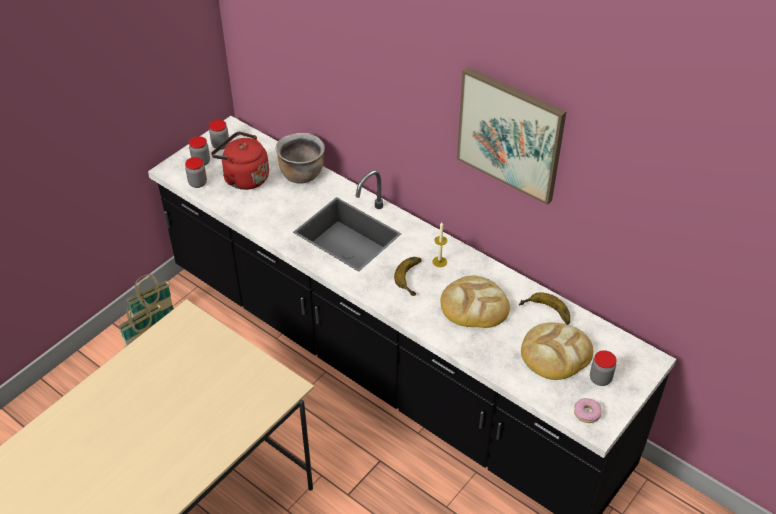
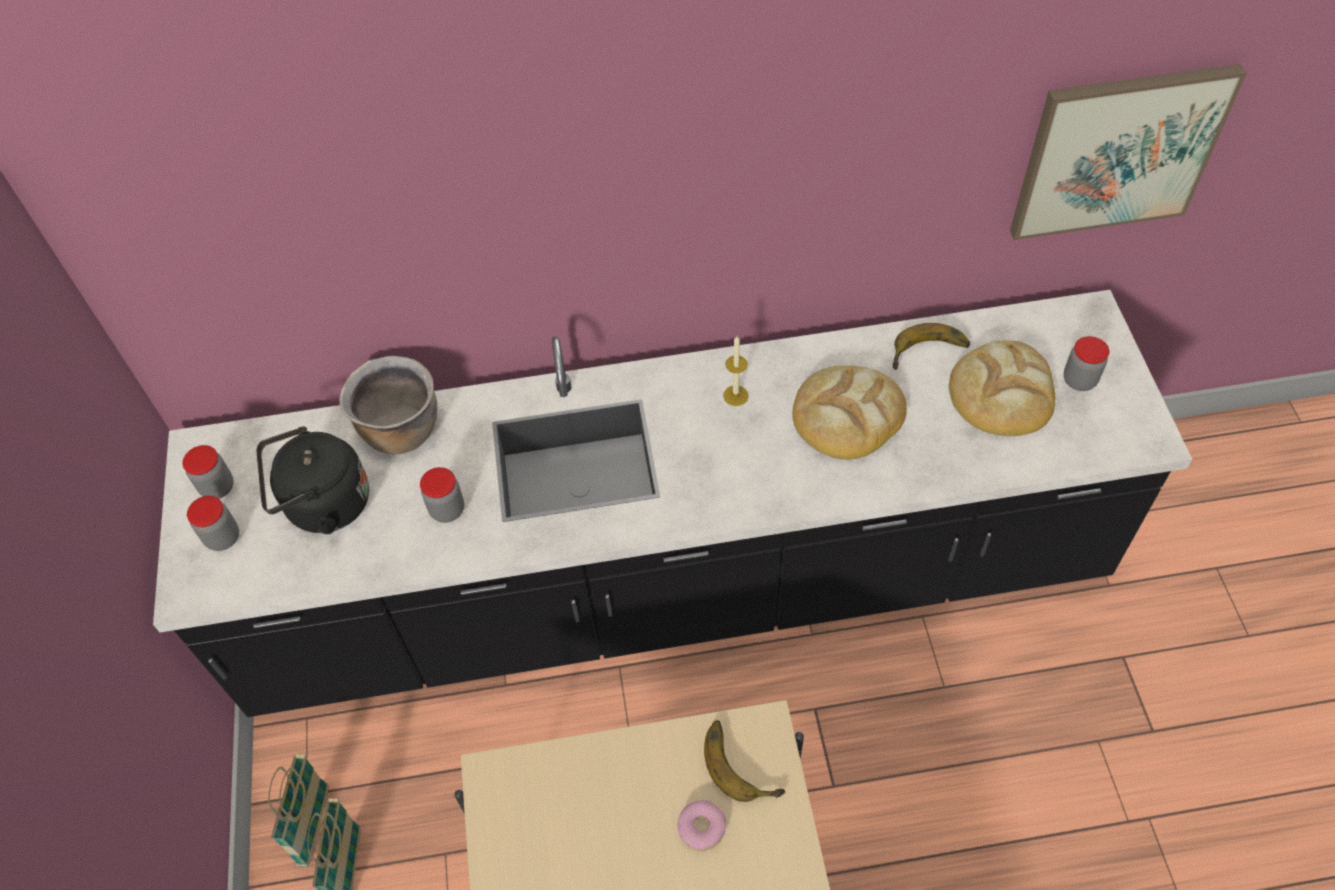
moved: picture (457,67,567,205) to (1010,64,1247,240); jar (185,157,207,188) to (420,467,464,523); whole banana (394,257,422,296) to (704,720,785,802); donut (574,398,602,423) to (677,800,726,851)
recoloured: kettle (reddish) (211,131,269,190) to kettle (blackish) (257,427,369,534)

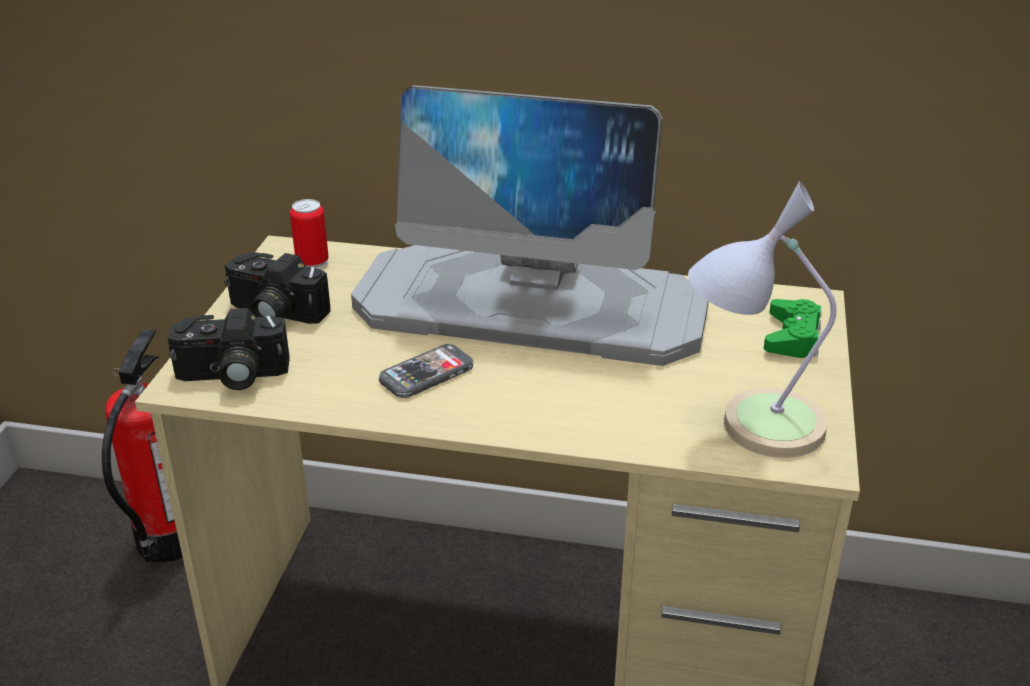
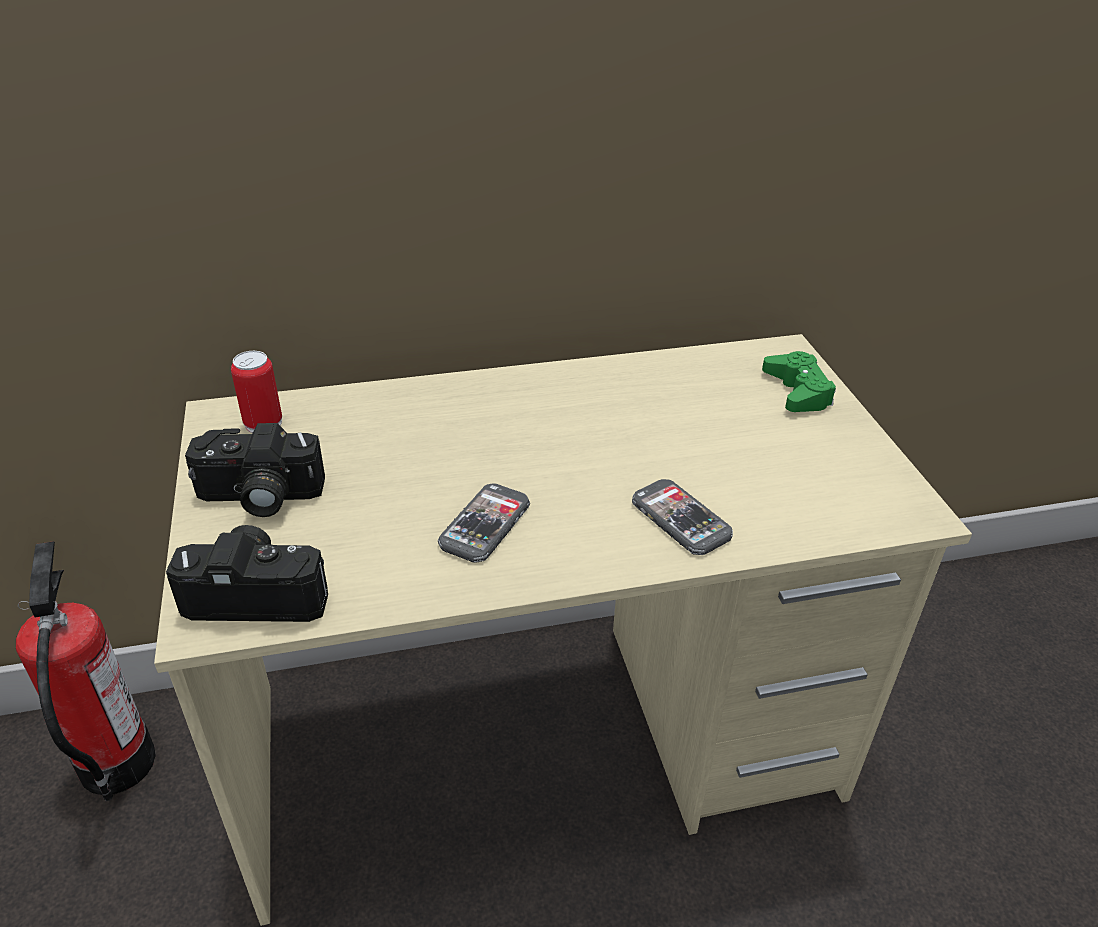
removed: computer display (351,85,709,366); tabletop lamp (688,181,837,458)
added: phone (632,479,733,555)
turned: still camera (168,308,290,390) = (166,525,328,622) 150 degrees counterclockwise

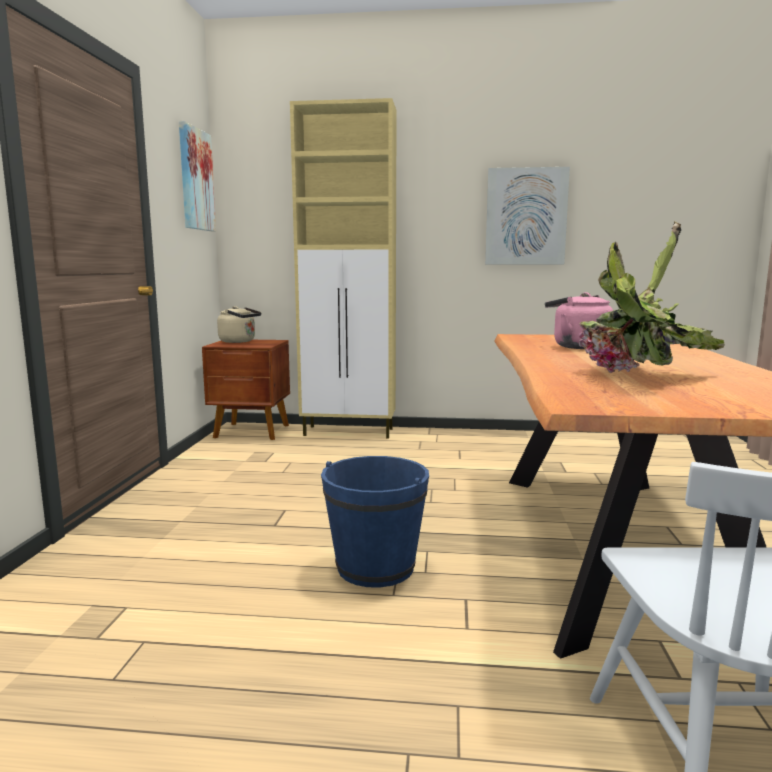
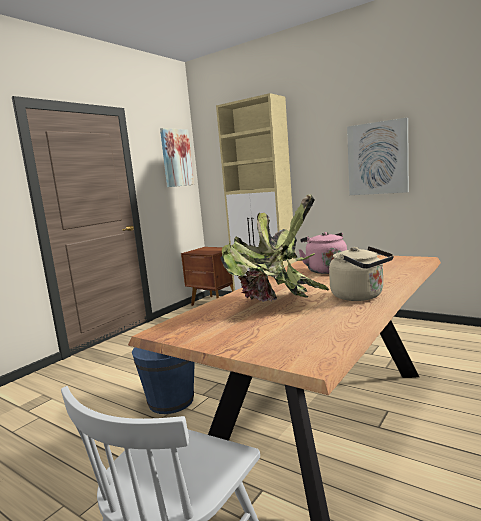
moved: kettle (beige) (217,306,261,343) to (329,246,394,301)

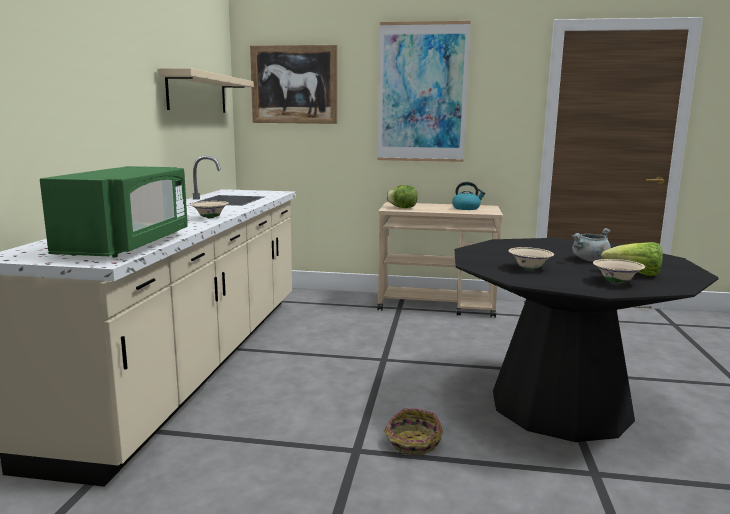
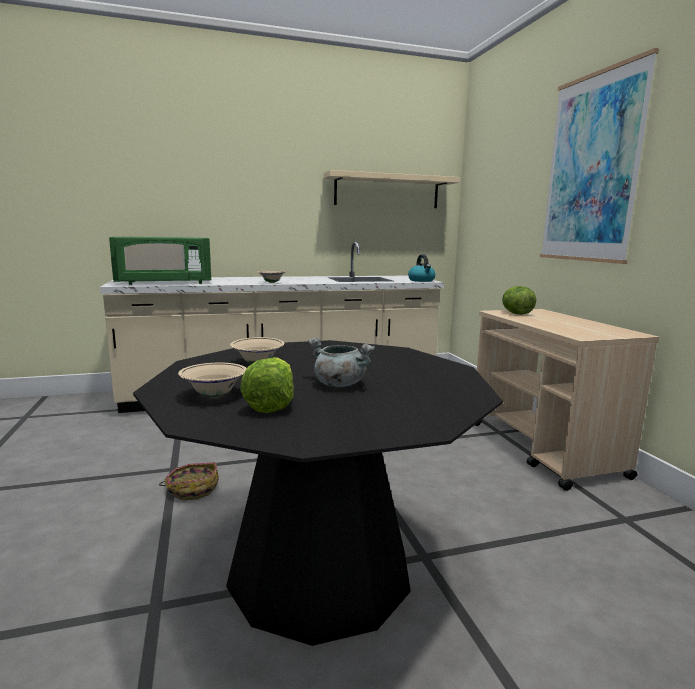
removed: picture (250,45,337,124)
moved: kettle (452,182,486,210) to (408,254,436,282)

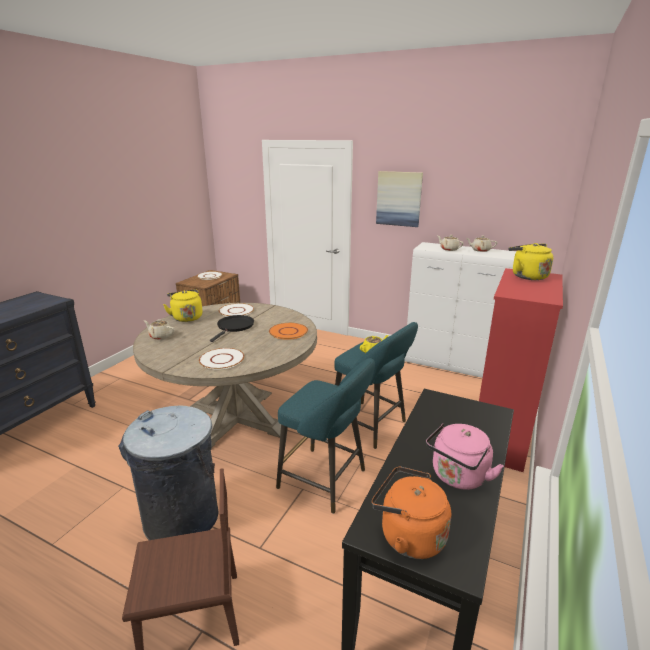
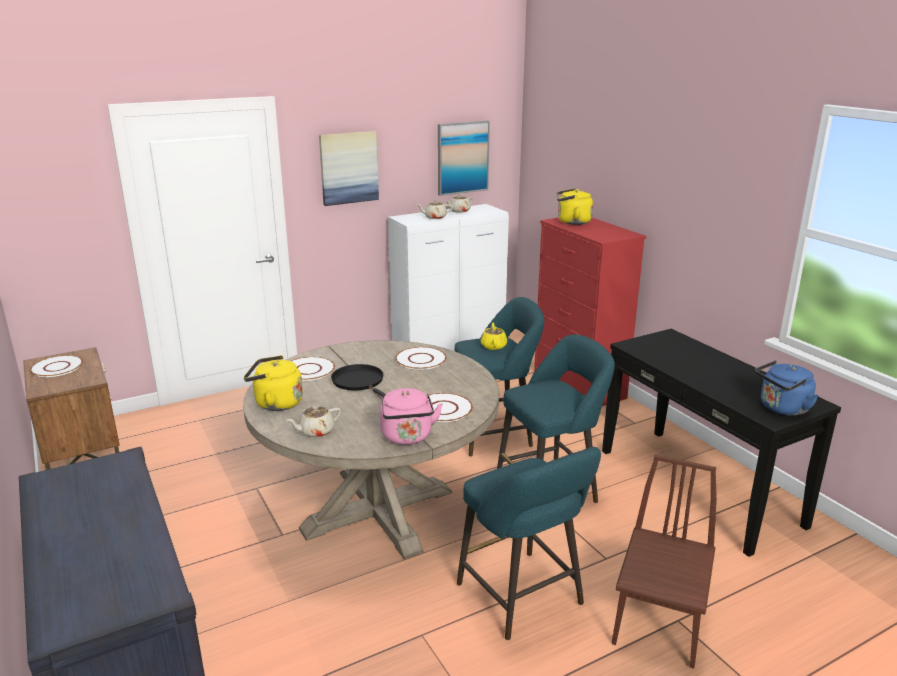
added: picture (438,121,490,196)
moved: kettle (pinkish) (426,423,504,490) to (380,388,443,445)
replaced: trash can (gray) (118,406,219,540) to sitting stool (turquoise) (457,447,601,640)
recoloured: plate (orangey) (269,323,308,340) to plate (white) (395,347,447,370); kettle (orangey) (372,467,451,559) to kettle (blue) (755,360,819,416)

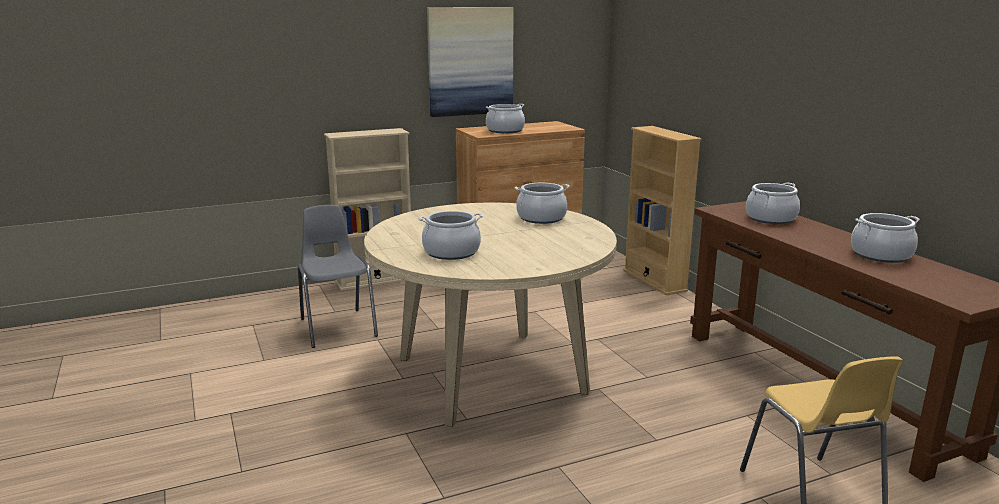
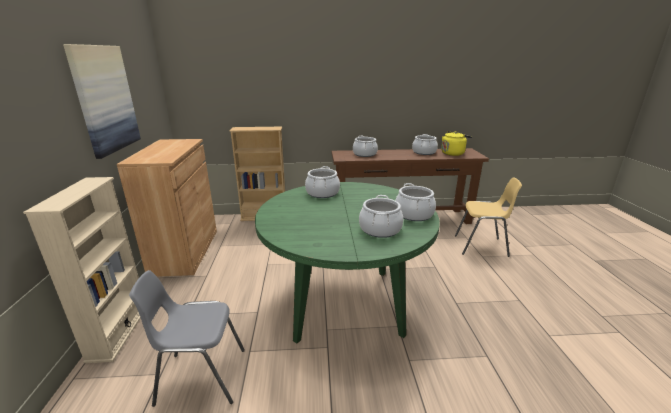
added: kettle (yellowish) (441,131,472,156)
moved: saucepot (486,104,525,133) to (395,183,436,221)
recoloured: dining table (beige) (364,203,617,427) to dining table (greenish) (255,182,440,344)

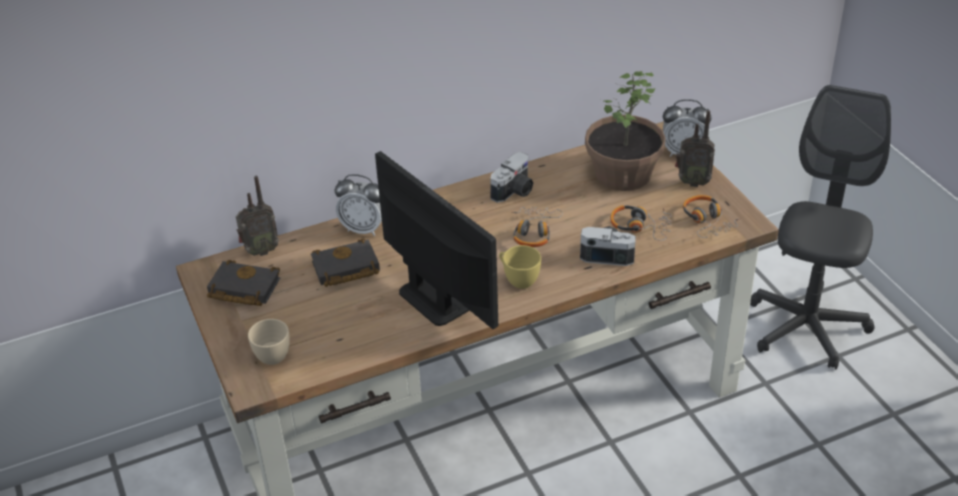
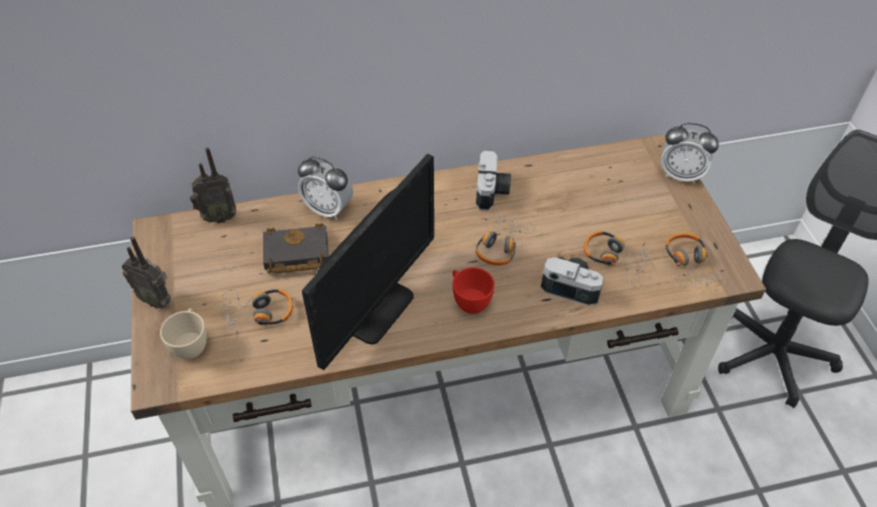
removed: plant in a pot (585,71,665,191); book (blackish) (207,260,280,306)
added: pair of headphones (221,289,293,337)
moved: radio (675,110,715,187) to (121,237,171,309)
recoloured: drinking cup (yellowish) (499,245,541,289) to drinking cup (reddish) (453,267,495,314)
turned: computer display (375,151,498,329) = (302,154,434,370) 60 degrees clockwise; still camera (490,152,533,203) = (476,150,511,211) 45 degrees counterclockwise

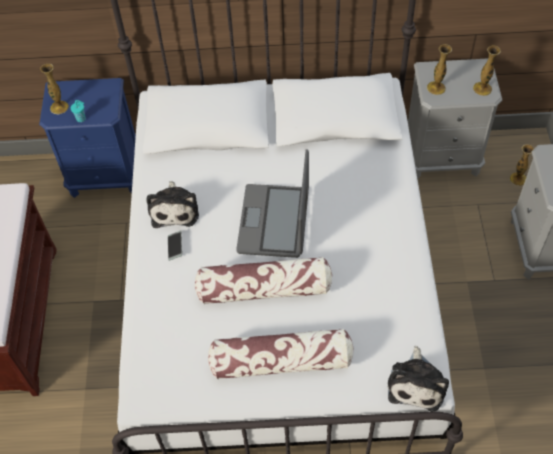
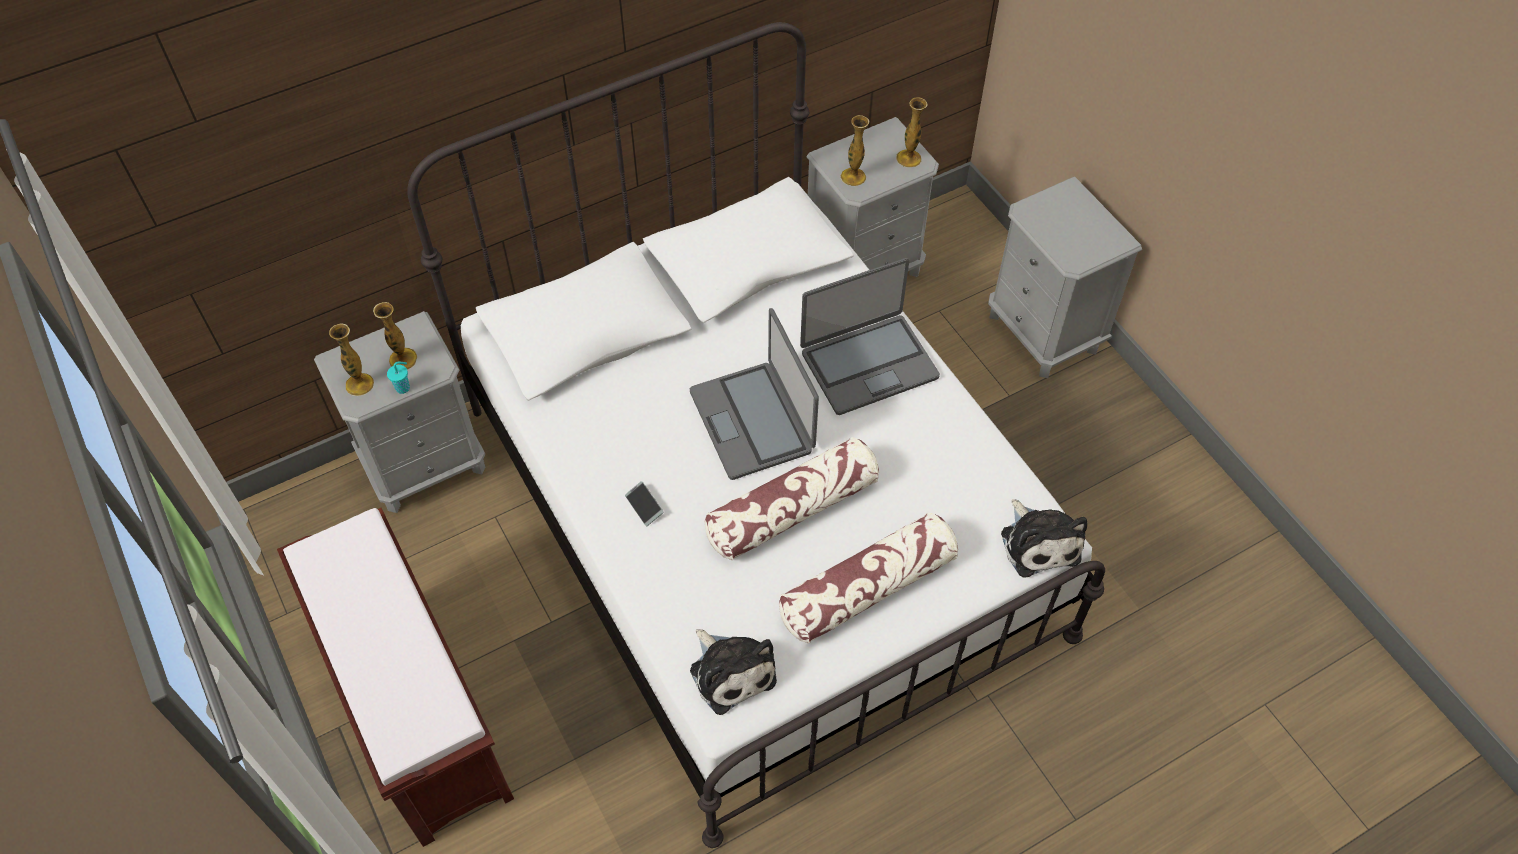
added: notebook computer (800,258,940,415)
moved: vase (510,144,534,186) to (373,302,417,370); plush toy (146,181,199,228) to (690,629,777,715)
recoloured: nightstand (blue) (39,78,136,198) to nightstand (gray) (314,311,485,513)

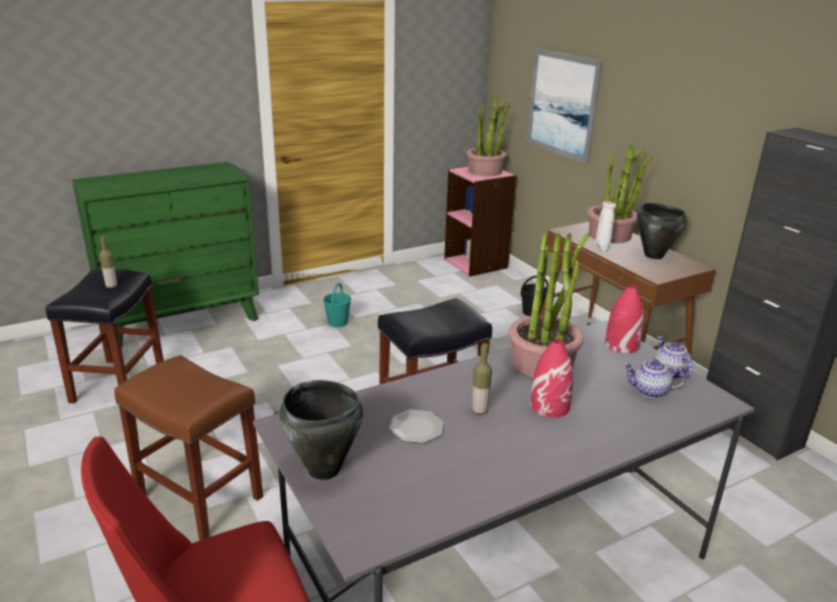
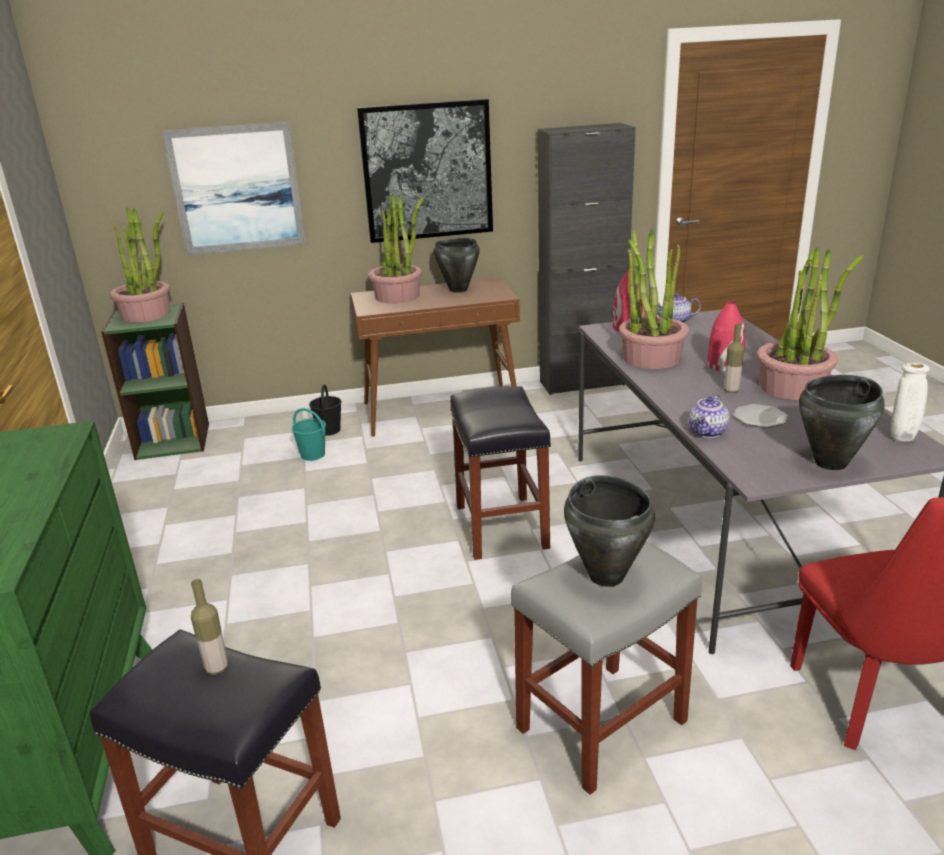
added: picture (357,99,493,243); plant in a pot (757,248,863,400); saucepot (blackish) (564,475,655,587)
moved: vase (white) (596,201,616,251) to (891,363,930,442); bucket (turquoise) (323,283,351,327) to (292,408,326,461); tea pot (623,359,686,398) to (689,394,729,438)
recoloured: bookcase (pinkish) (444,166,516,277) to bookcase (greenish) (101,303,209,460); sitting stool (brown-coloured) (114,355,263,540) to sitting stool (gray) (511,541,702,795)

